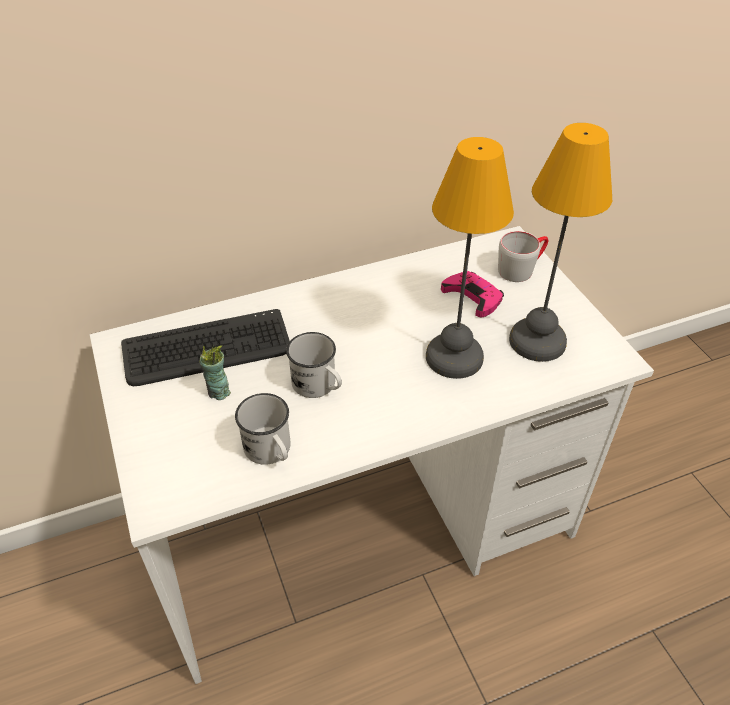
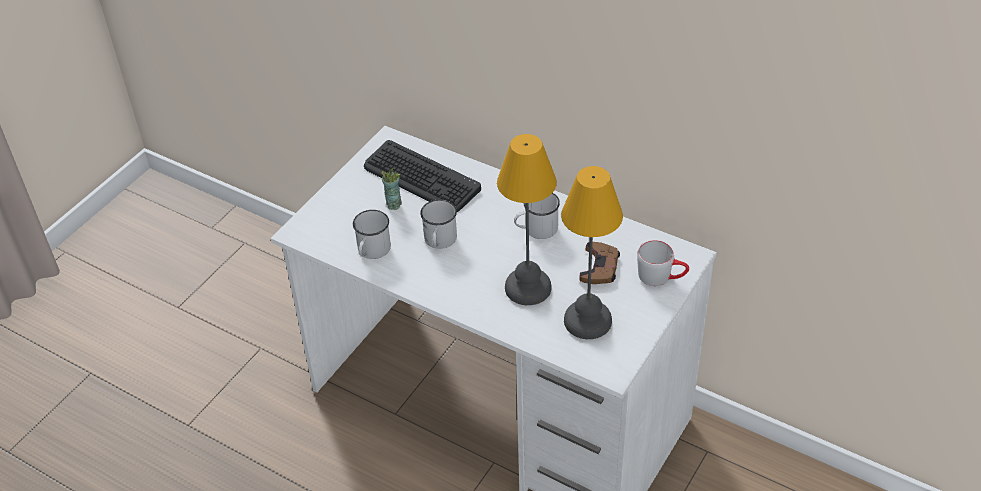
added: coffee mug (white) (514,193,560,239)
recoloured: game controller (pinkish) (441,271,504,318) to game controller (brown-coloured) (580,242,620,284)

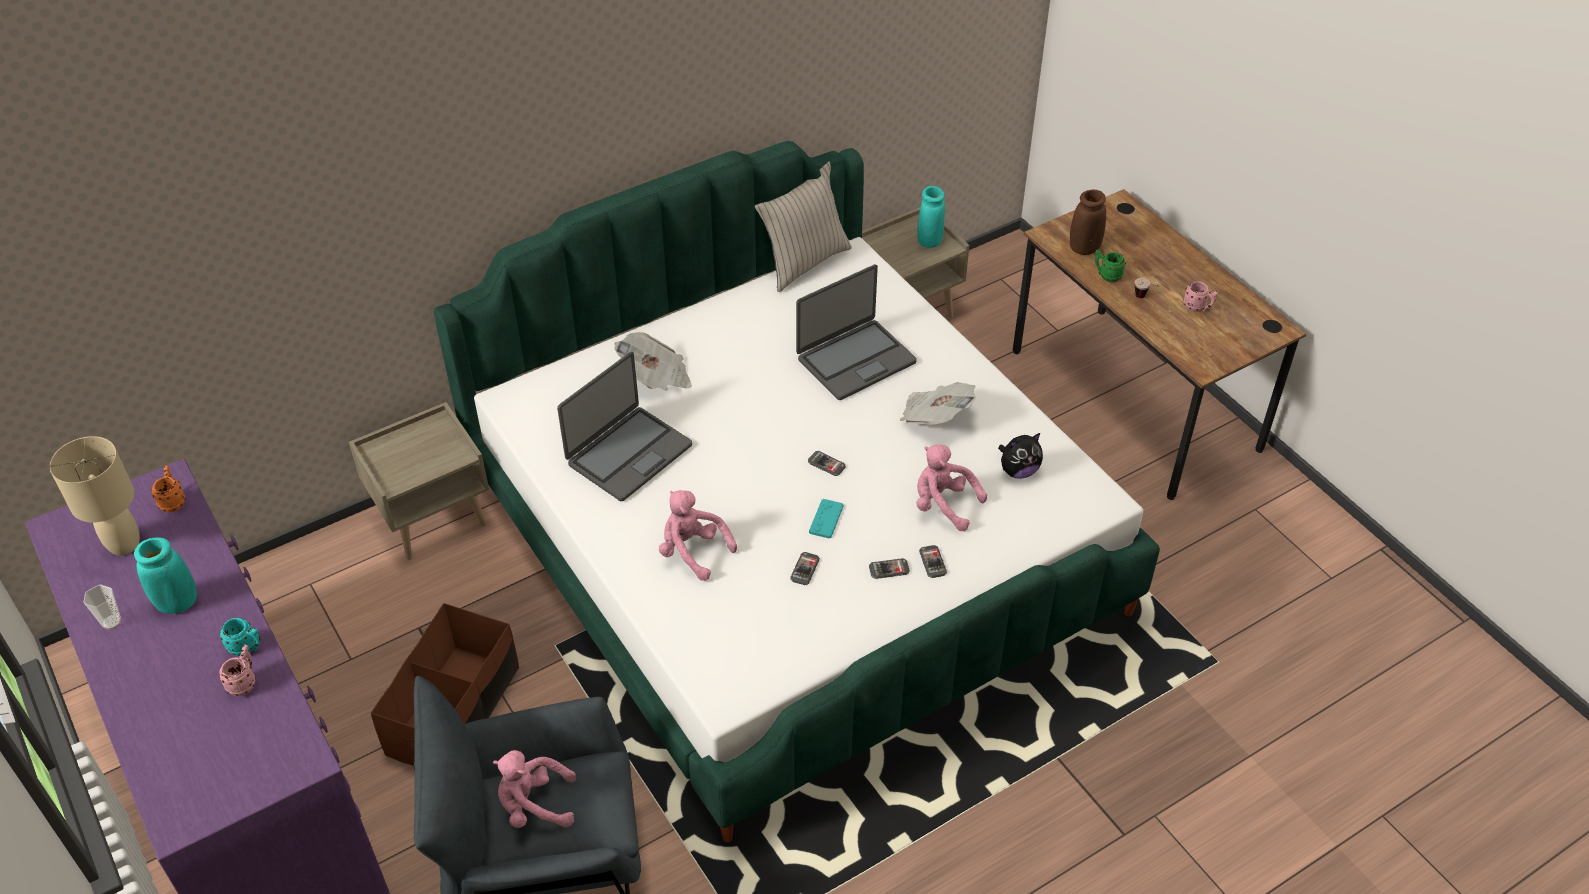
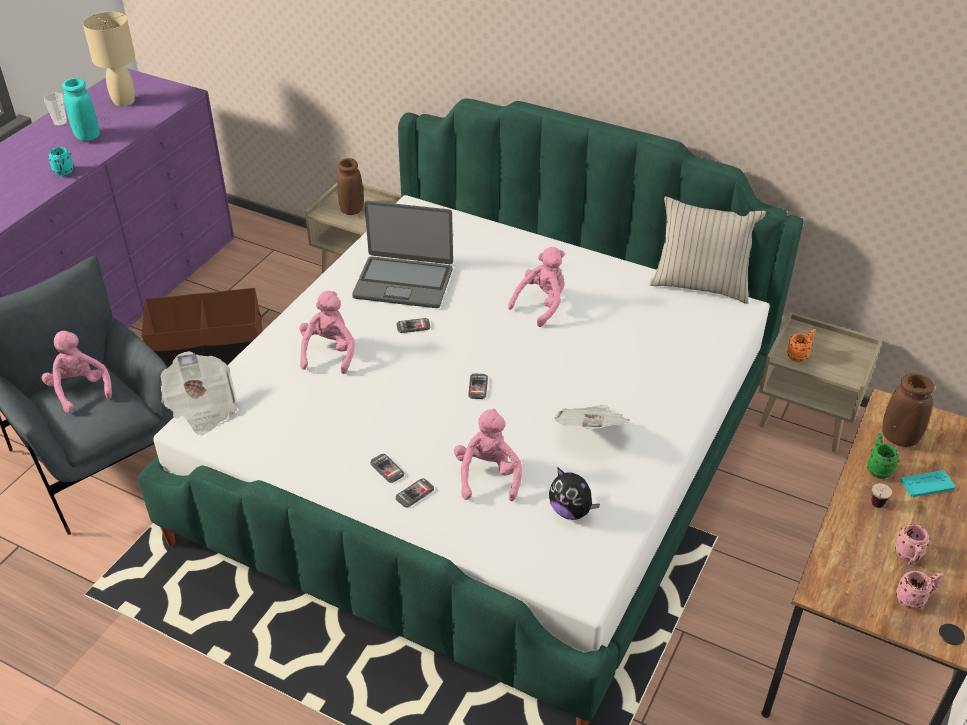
removed: vase (turquoise) (917,186,945,248); notebook computer (796,264,917,400)
added: vase (brown-coloured) (337,158,364,215); plush toy (pinkish) (508,247,565,327)
moved: newspaper (614,332,692,391) to (160,351,237,435); coffee mug (orangey) (151,465,185,513) to (787,329,815,362); game controller (turquoise) (809,499,844,539) to (900,470,956,497); phone (790,552,820,585) to (397,318,431,333); coffee mug (pinkish) (219,645,256,696) to (896,571,943,609)

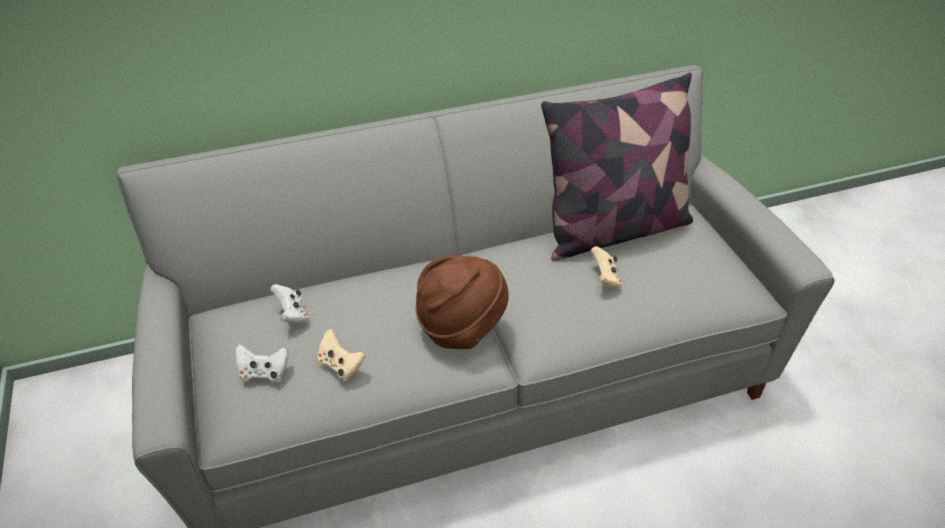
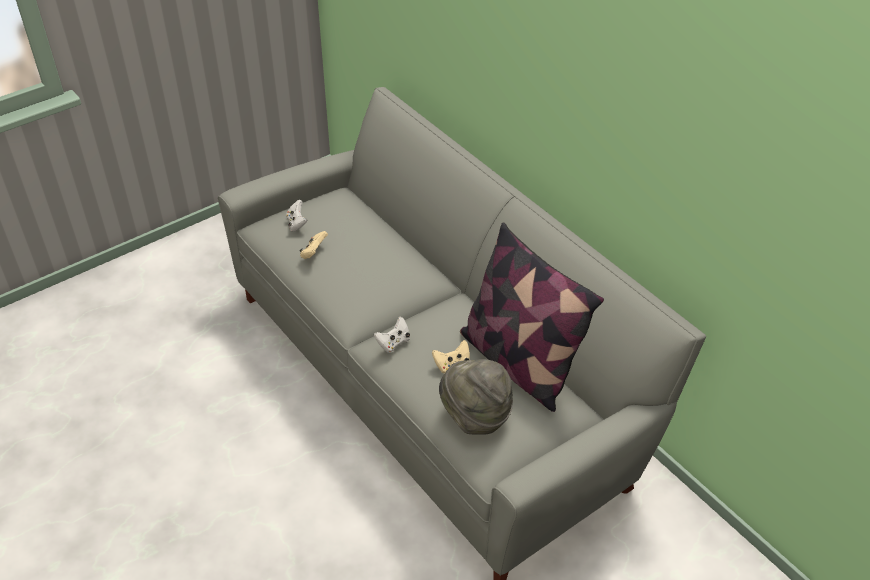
removed: wearable hat (brown-coloured) (415,255,509,349)
added: wearable hat (gray) (439,359,513,435)
moved: game controller (white) (270,284,309,325) to (374,316,410,353)

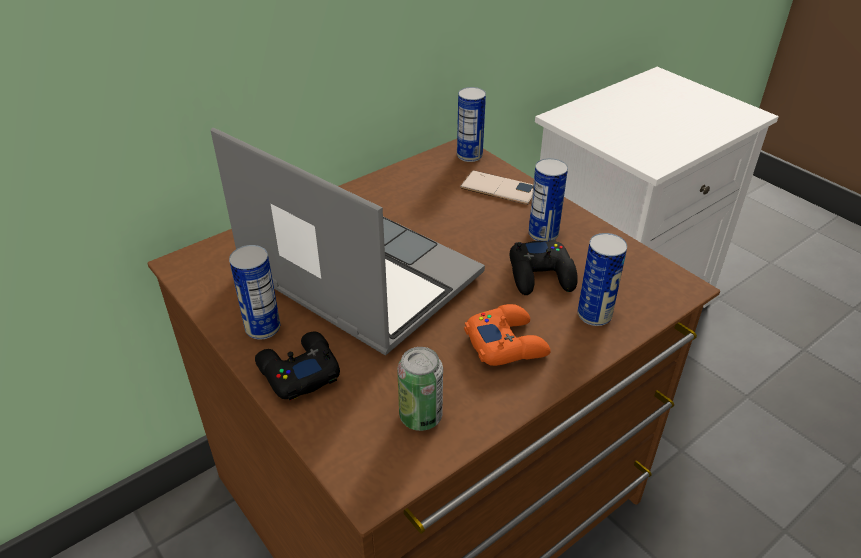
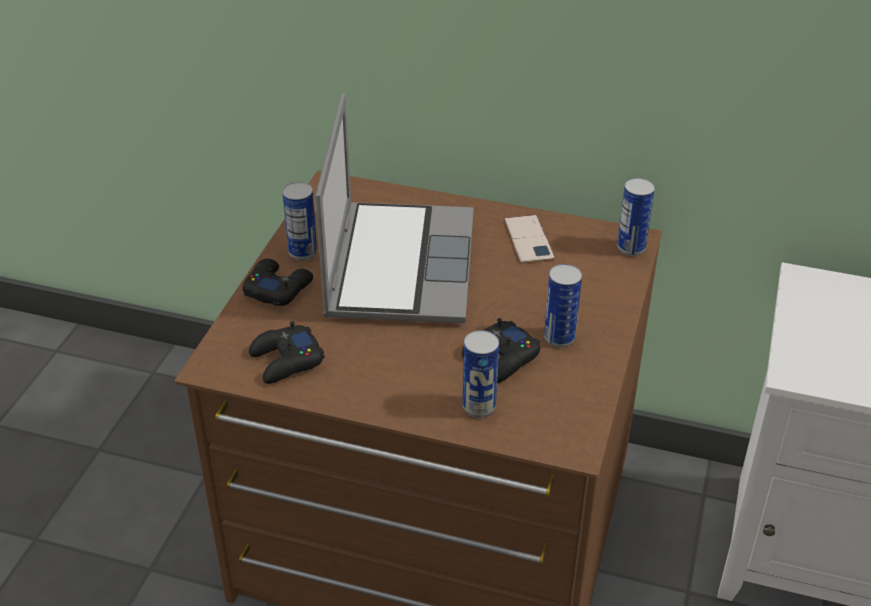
removed: game controller (orangey) (464,304,551,366)
moved: phone (460,170,533,205) to (504,215,555,263)
replaced: can (397,347,443,431) to game controller (blackish) (249,321,325,384)

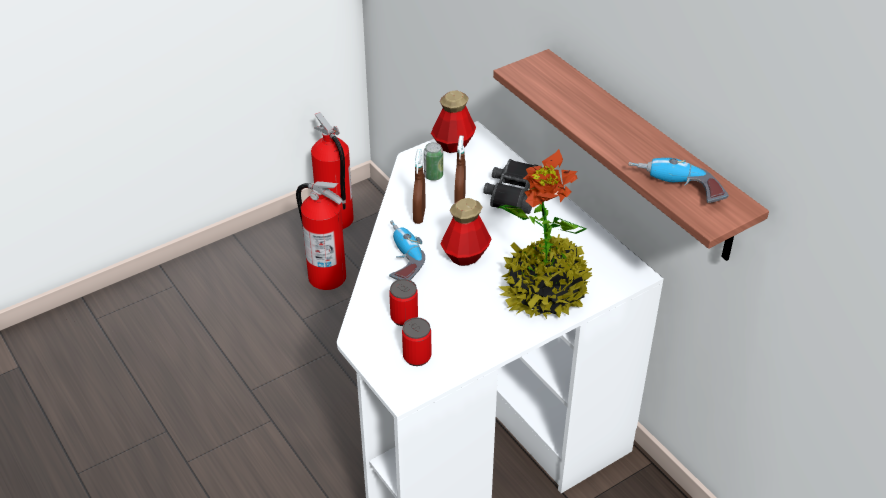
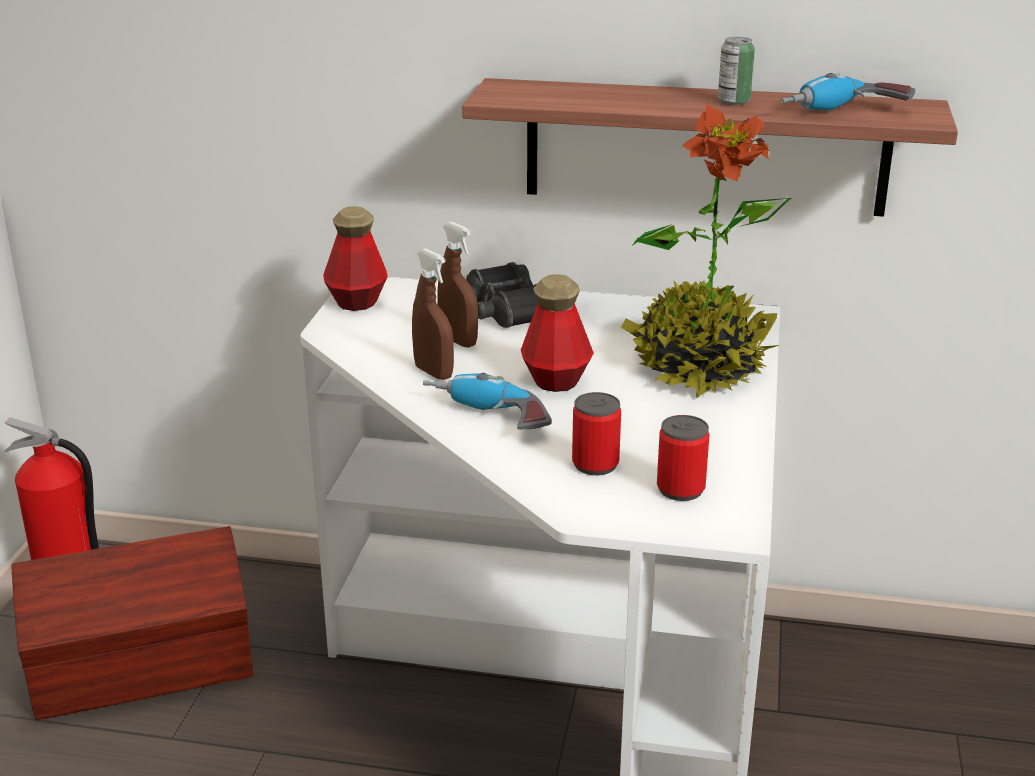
moved: can (424,142,443,181) to (718,37,755,105)
replaced: fire-fighting cylinder (296,181,346,290) to storage bin (brown-coloured) (12,526,253,720)

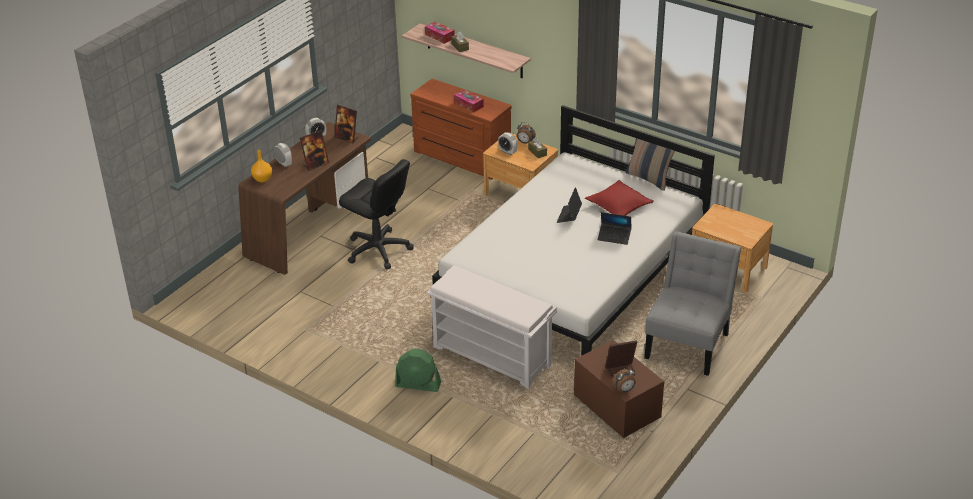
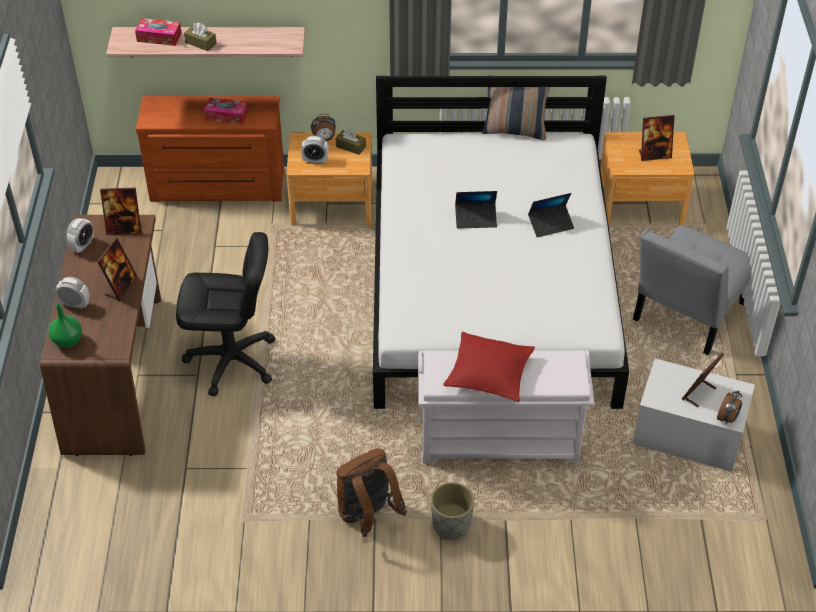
added: photo frame (639,115,675,161); rucksack (brown-coloured) (336,449,407,537)
moved: throw pillow (reddish) (585,180,654,216) to (443,332,535,402)
replaced: electric fan (greenish) (395,349,441,392) to planter (gray) (431,482,474,540)
recoloured: vase (orangey) (251,150,272,182) to vase (greenish) (49,304,82,348); storage bin (brown-coloured) (574,340,664,438) to storage bin (white) (632,359,755,472)
turned: notebook computer (557,187,582,223) = (455,191,497,229) 75 degrees counterclockwise; plain chair (gray) (644,231,741,376) = (633,225,752,355) 135 degrees counterclockwise

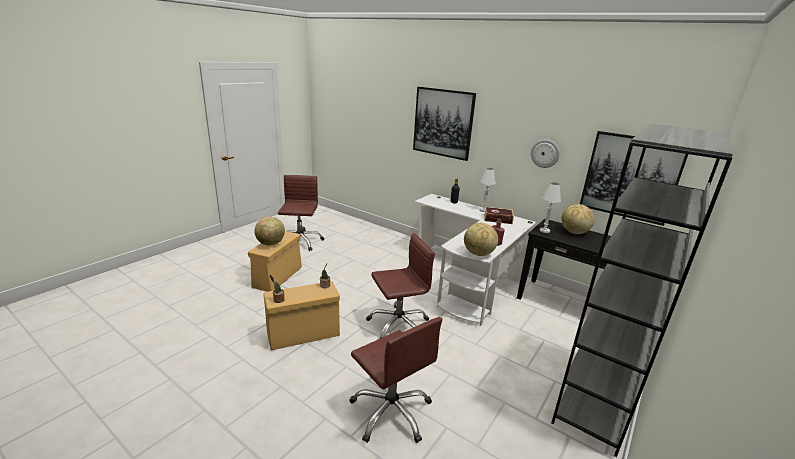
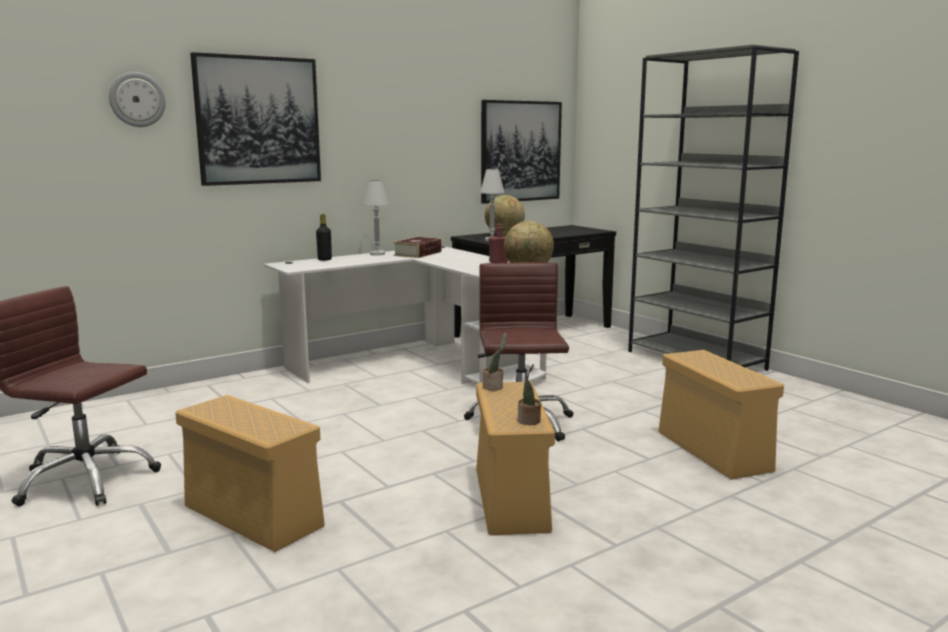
removed: desk globe (254,217,285,245)
moved: wall clock (531,139,560,168) to (109,72,166,127)
replaced: computer chair (brown-coloured) (350,317,442,443) to storage bin (beige) (658,350,784,480)

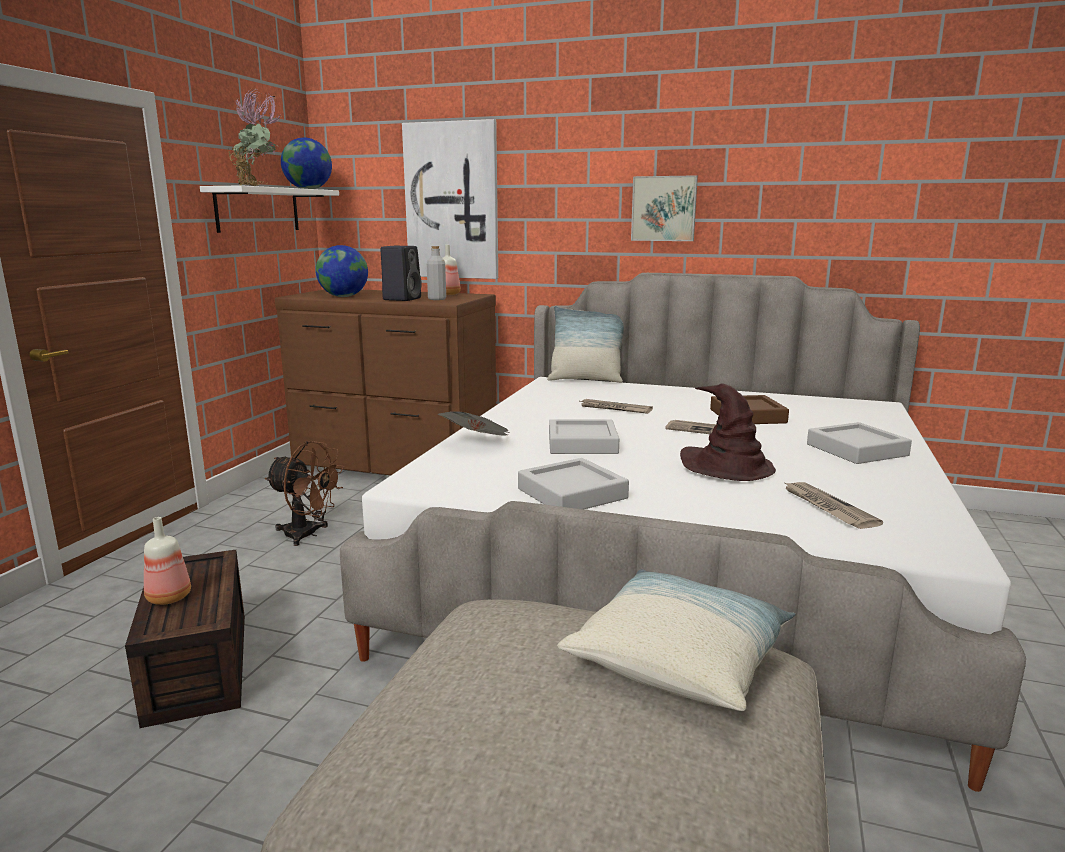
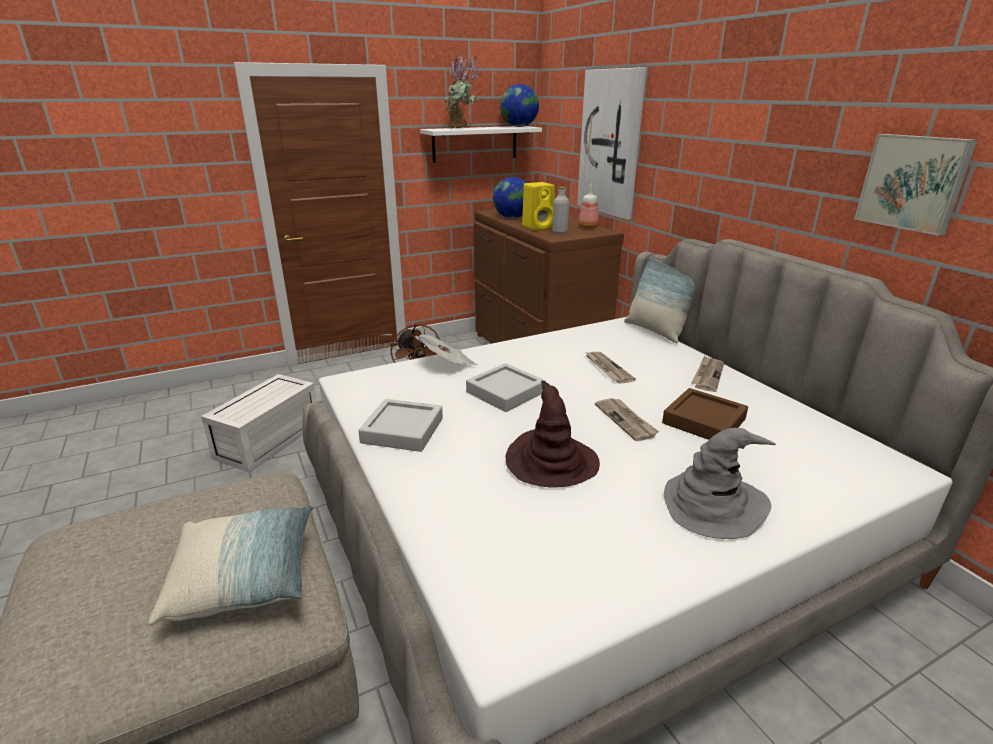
removed: drink bottle (144,517,191,605)
moved: picture (631,175,698,241) to (854,134,978,236); newspaper (785,482,883,529) to (692,355,724,392)
replaced: tray (gray) (807,422,912,464) to wearable hat (gray) (664,428,776,539)
recoloured: speaker (blackish) (380,246,421,301) to speaker (yellowish) (522,182,555,231); storage bin (brown-coloured) (125,550,245,728) to storage bin (white) (201,374,317,473)

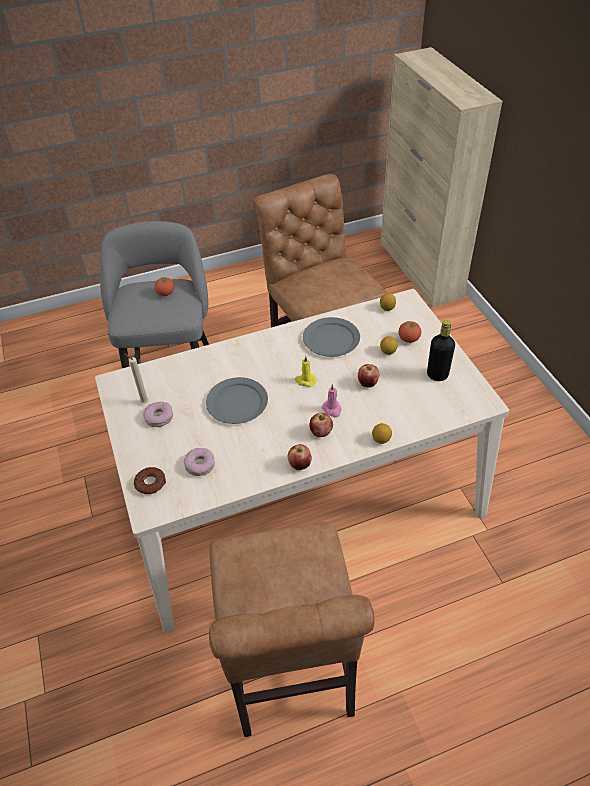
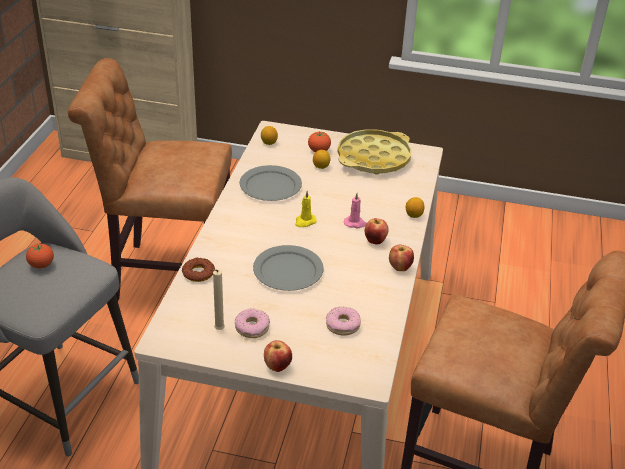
moved: whole apple (358,364,379,388) to (264,340,292,372); donut (134,467,166,494) to (182,258,215,282)
replaced: drink bottle (blackish) (427,320,455,381) to tray (yellowish) (338,129,412,175)

